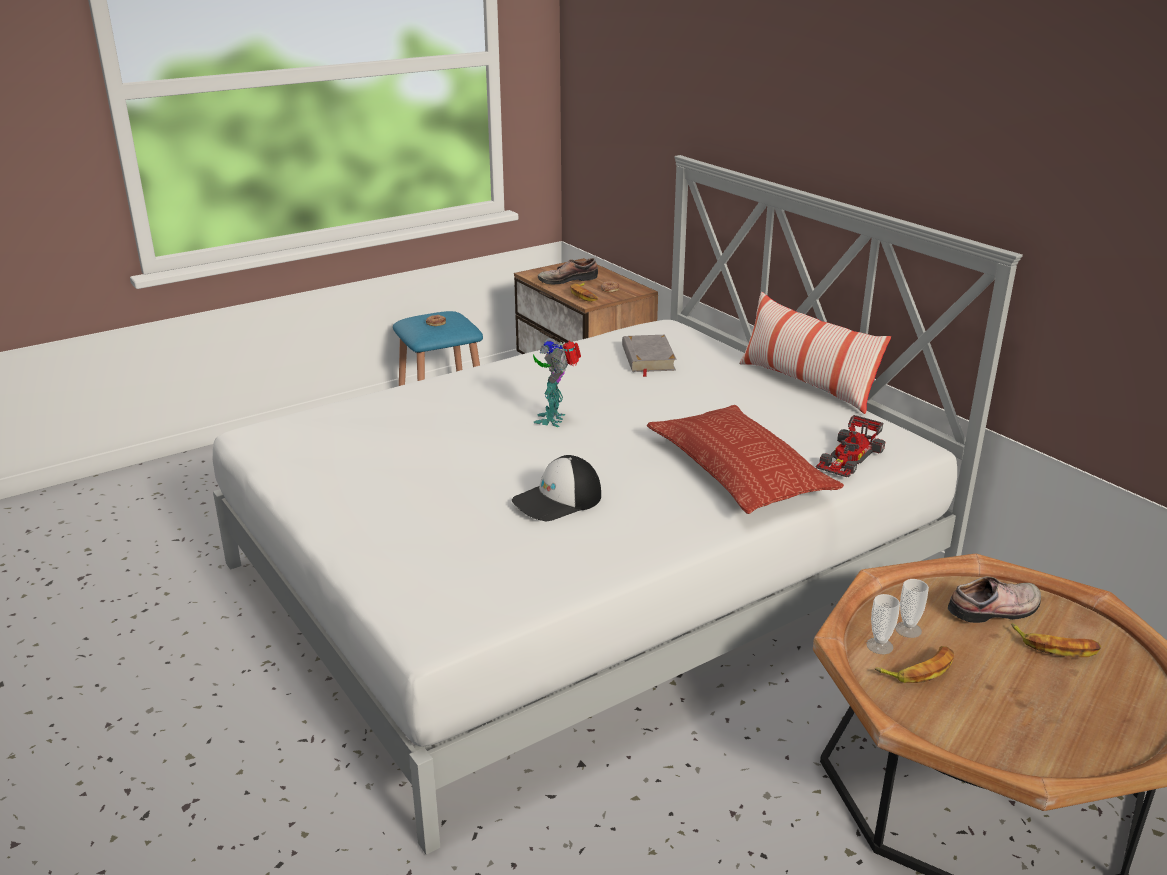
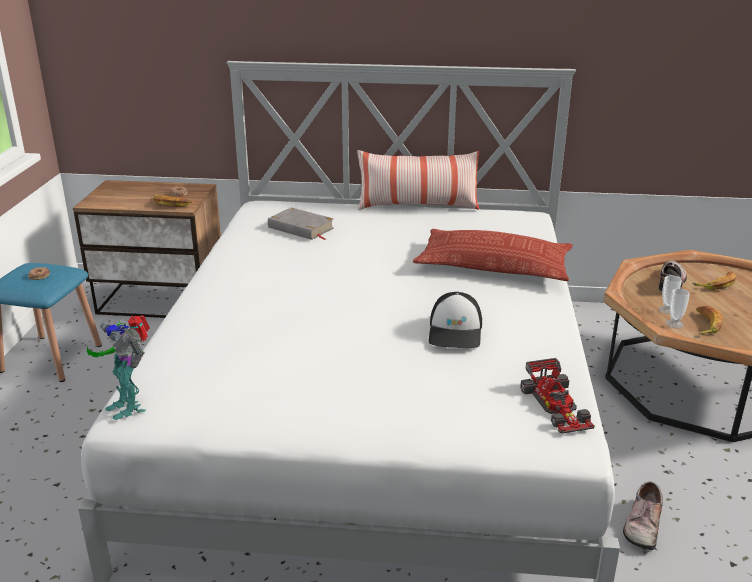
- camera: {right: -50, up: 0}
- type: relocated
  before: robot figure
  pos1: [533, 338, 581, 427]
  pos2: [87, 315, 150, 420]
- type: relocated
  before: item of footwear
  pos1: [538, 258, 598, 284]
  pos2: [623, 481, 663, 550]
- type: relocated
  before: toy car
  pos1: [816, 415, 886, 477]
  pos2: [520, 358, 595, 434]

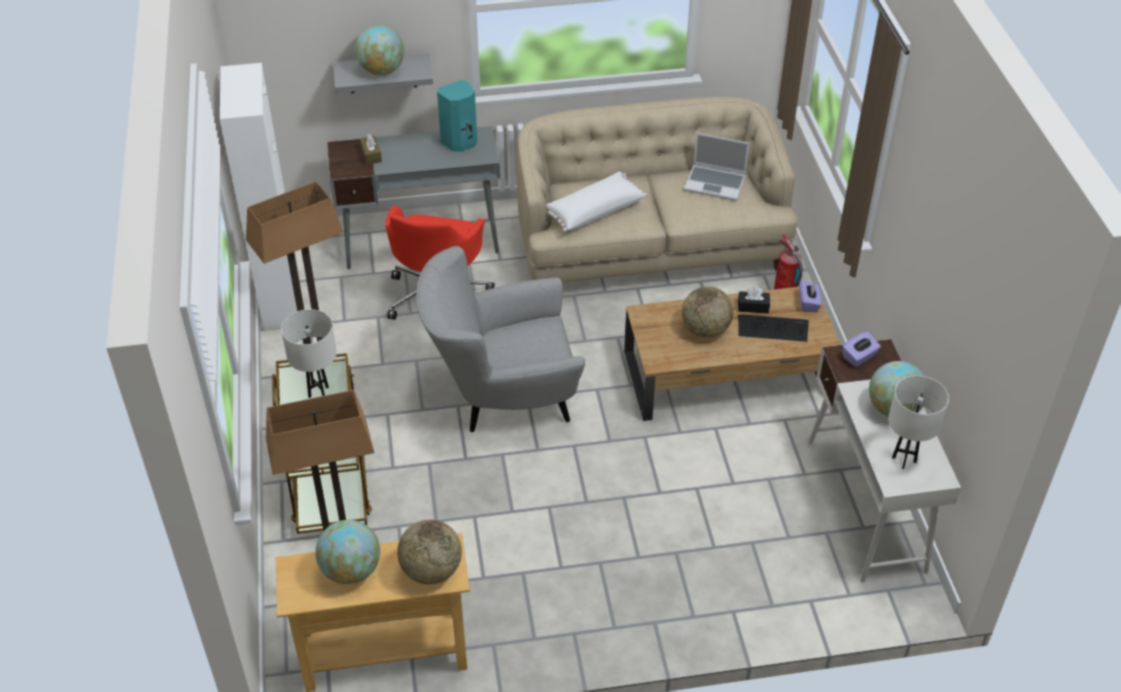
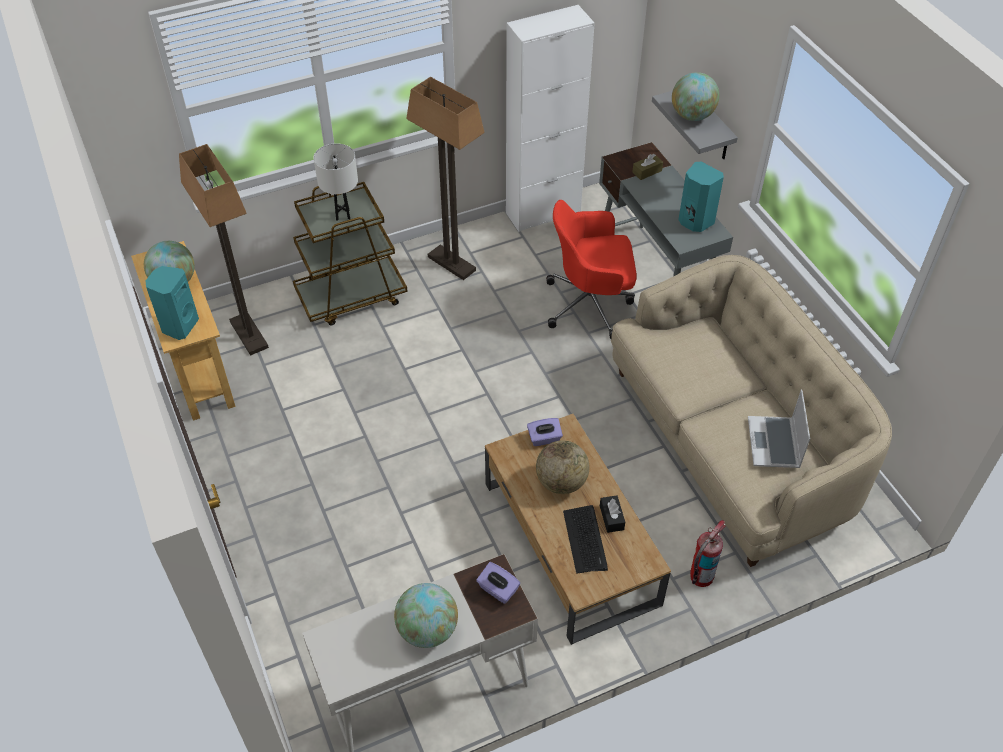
- camera: {right: 75, up: 5}
- type: exchanged
  before: globe
  after: speaker (turquoise)
  pos1: [397, 520, 462, 585]
  pos2: [146, 266, 199, 340]
- type: missing
  before: armchair (greyish)
  pos1: [416, 246, 585, 432]
- type: missing
  before: pillow (white)
  pos1: [547, 172, 647, 232]
- type: relocated
  before: box of tissues (purple-coloured)
  pos1: [799, 281, 822, 312]
  pos2: [527, 418, 563, 446]
- type: missing
  before: lamp for a table (white)
  pos1: [888, 376, 949, 469]

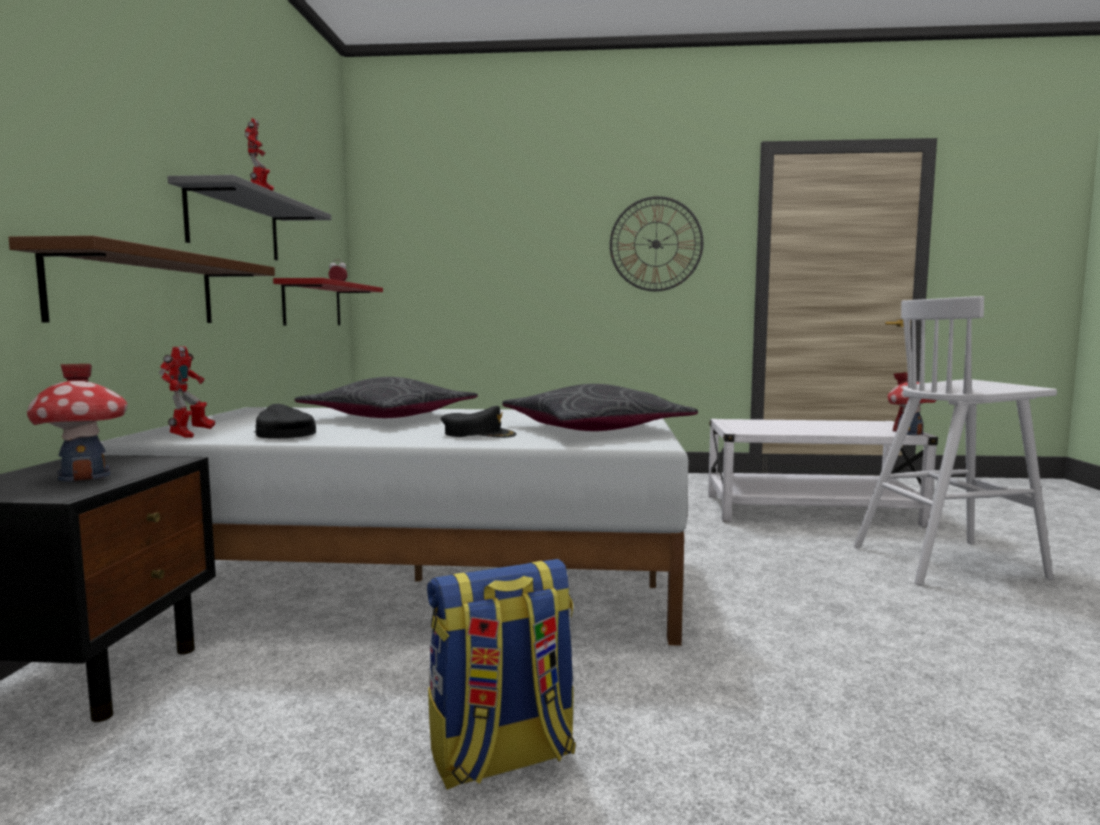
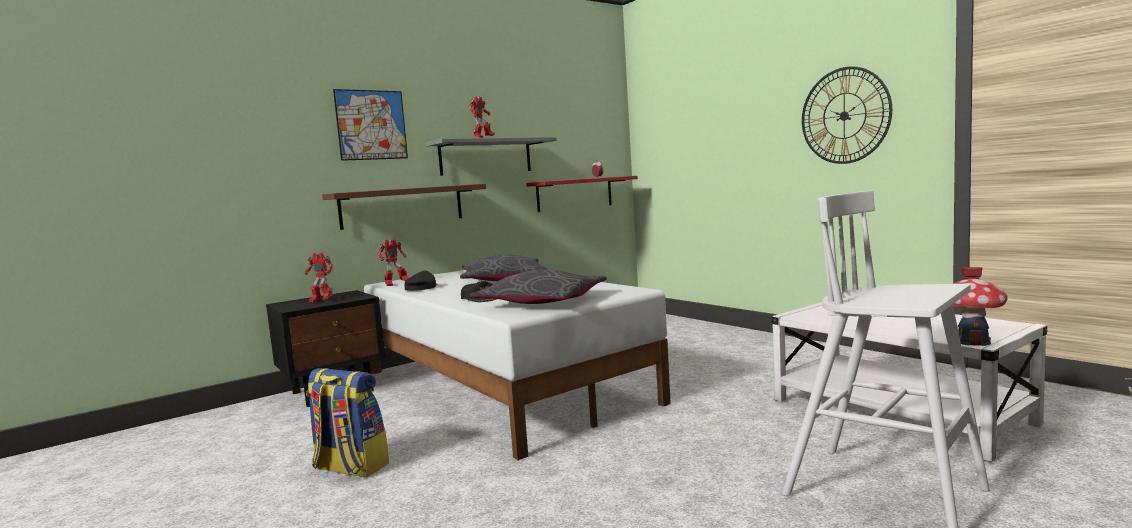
- camera: {right: 50, up: 0}
- type: exchanged
  before: toy house
  after: robot figure
  pos1: [27, 364, 127, 481]
  pos2: [305, 252, 333, 303]
- type: appeared
  after: wall art
  pos2: [333, 89, 408, 161]

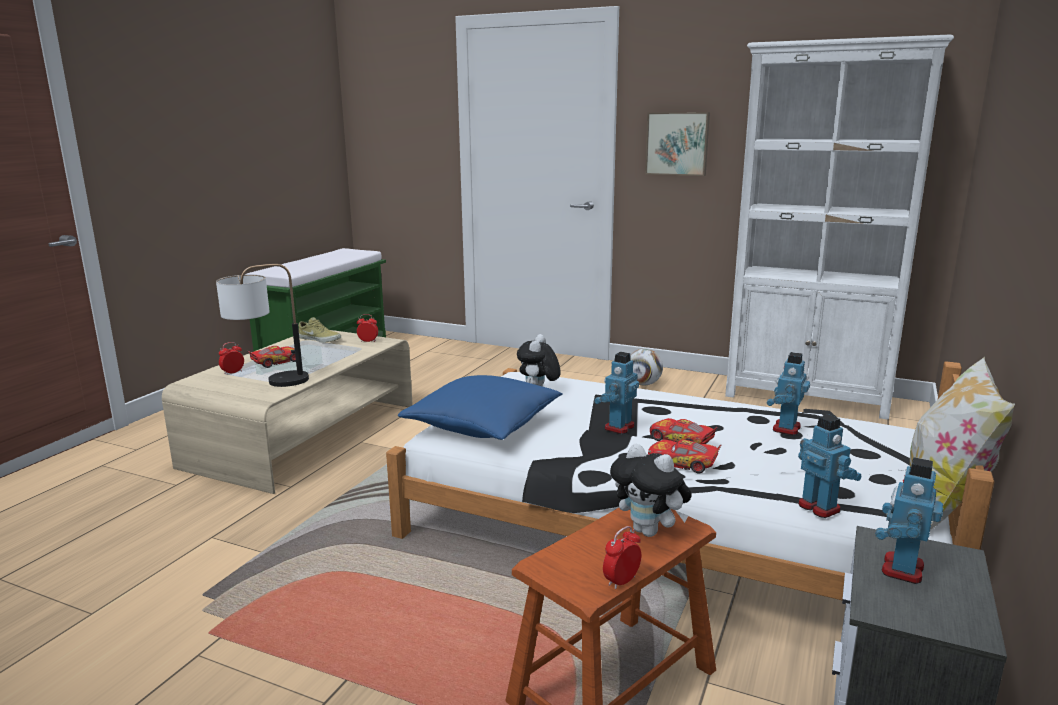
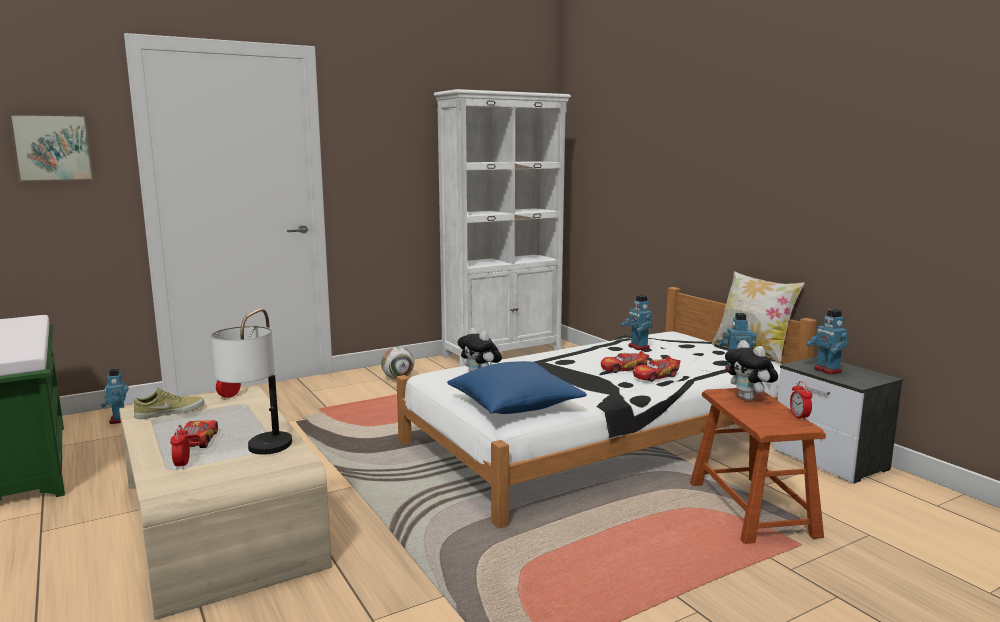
- camera: {right: -55, up: -5}
- type: relocated
  before: robot figure
  pos1: [594, 352, 639, 434]
  pos2: [101, 369, 129, 424]
- type: spun
  before: plush toy
  pos1: [610, 444, 692, 537]
  pos2: [725, 340, 778, 401]
  turn: 75
- type: relocated
  before: wall art
  pos1: [645, 112, 710, 176]
  pos2: [9, 114, 94, 182]

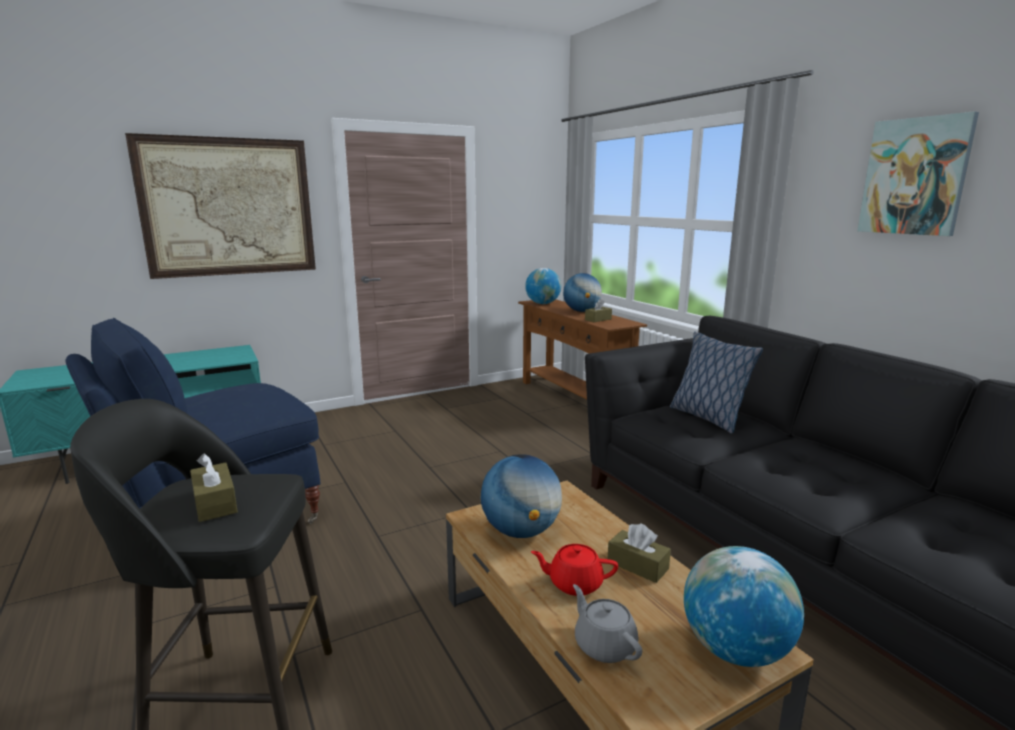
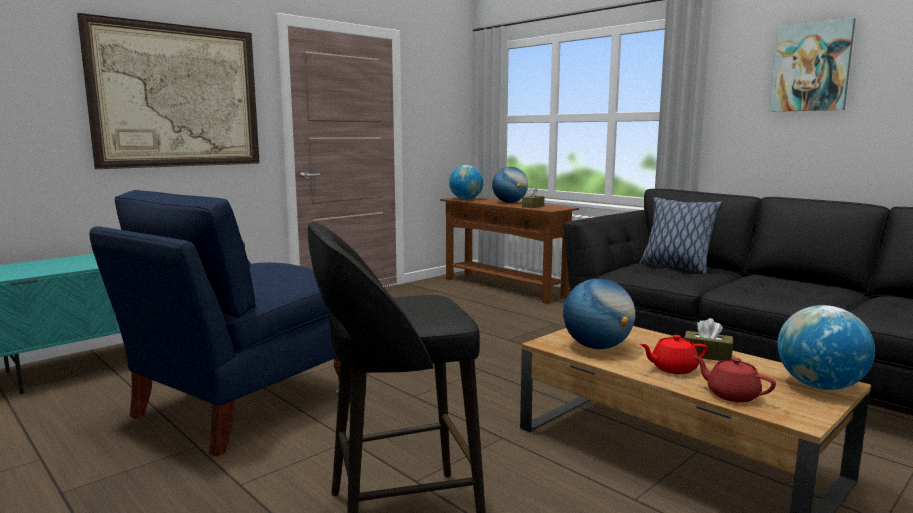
- camera: {right: -15, up: -5}
- type: missing
  before: box of tissues (brownish)
  pos1: [190, 453, 238, 522]
- type: colour
  before: tea pot (greyish)
  after: tea pot (reddish)
  pos1: [573, 584, 642, 663]
  pos2: [694, 356, 776, 402]

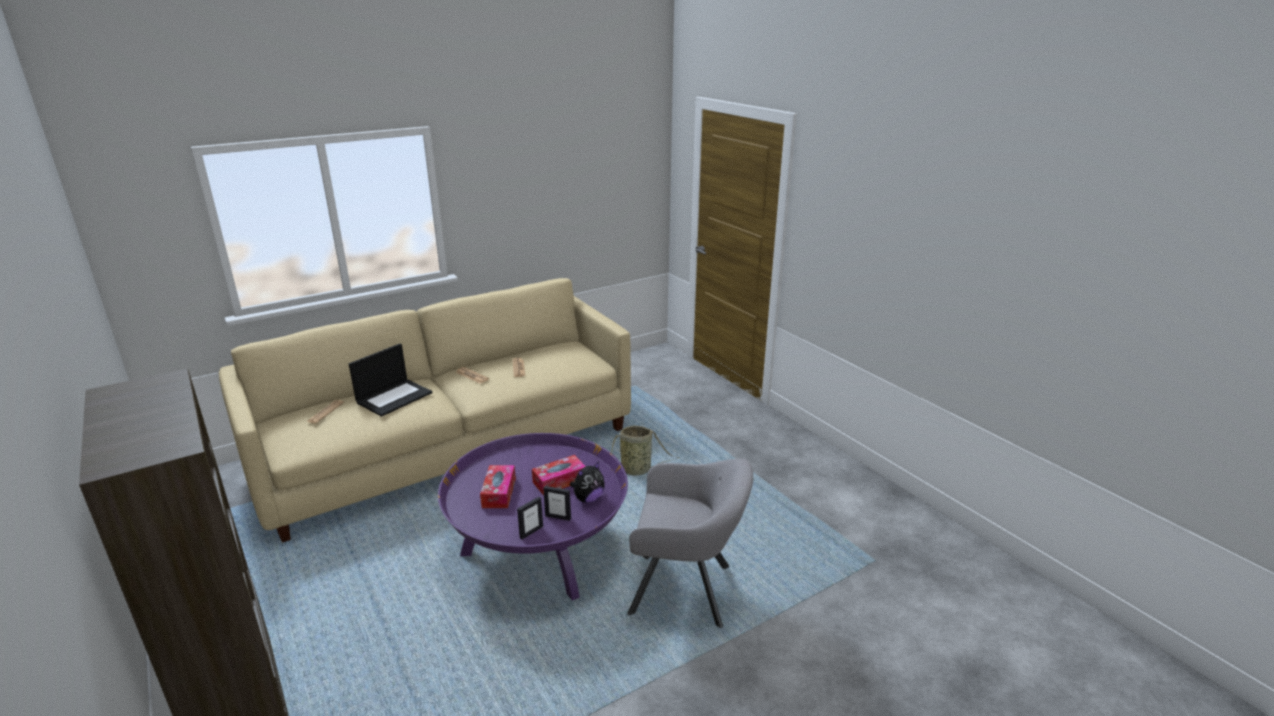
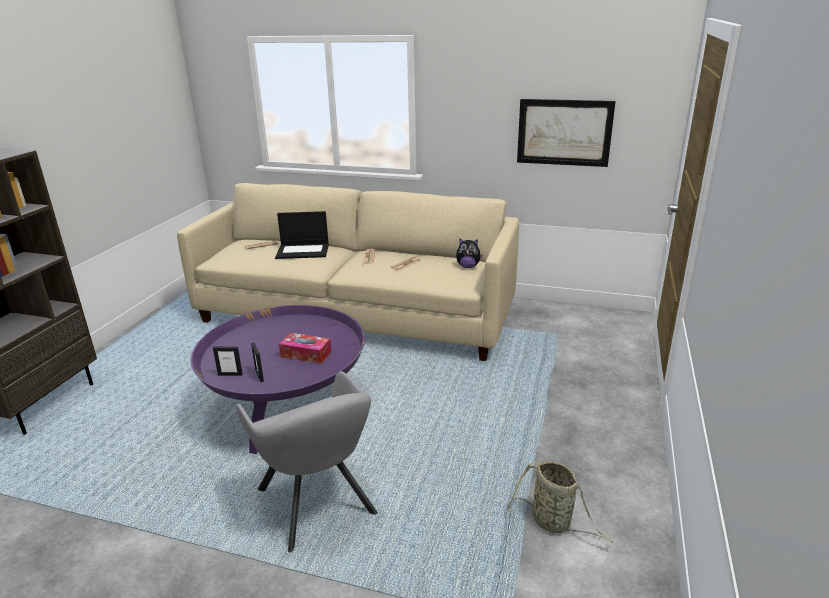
- camera: {right: 50, up: 0}
- type: missing
  before: box of tissues
  pos1: [480, 465, 516, 508]
- type: relocated
  before: plush toy
  pos1: [570, 462, 605, 503]
  pos2: [456, 238, 483, 268]
- type: relocated
  before: household basket
  pos1: [611, 426, 680, 476]
  pos2: [507, 461, 613, 543]
- type: appeared
  after: wall art
  pos2: [517, 99, 616, 167]

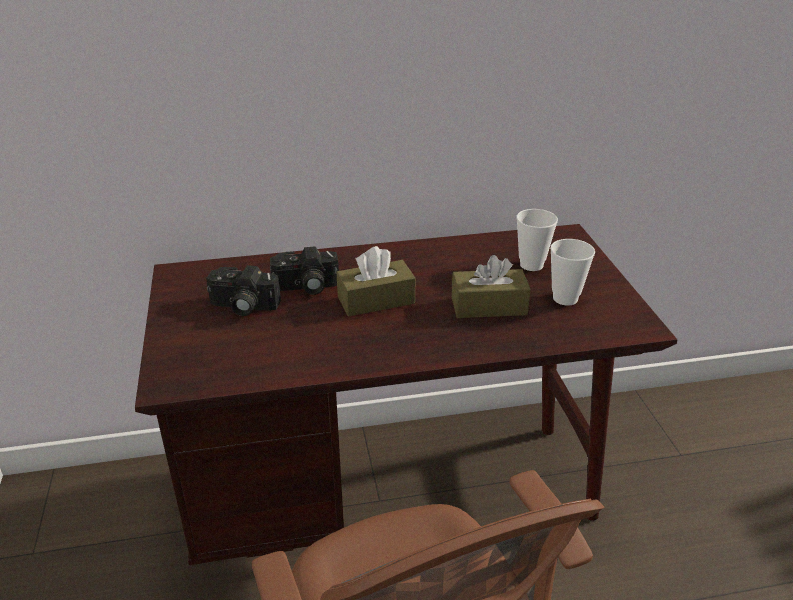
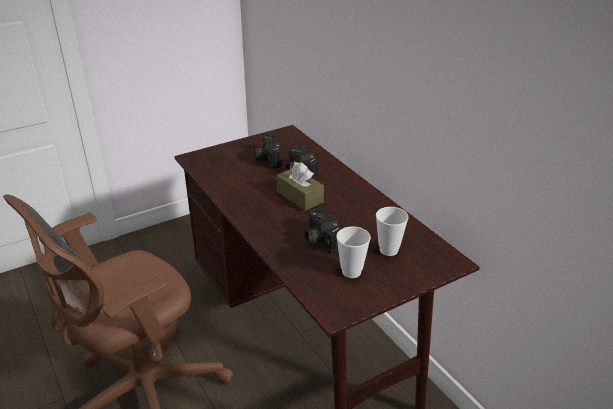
- camera: {right: 70, up: 0}
- type: exchanged
  before: box of tissues (brownish)
  after: photo camera
  pos1: [452, 255, 531, 318]
  pos2: [305, 207, 341, 254]

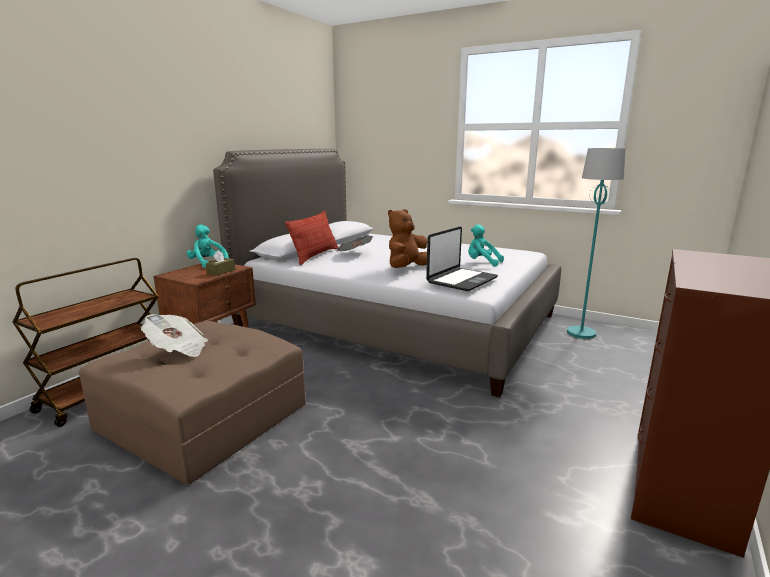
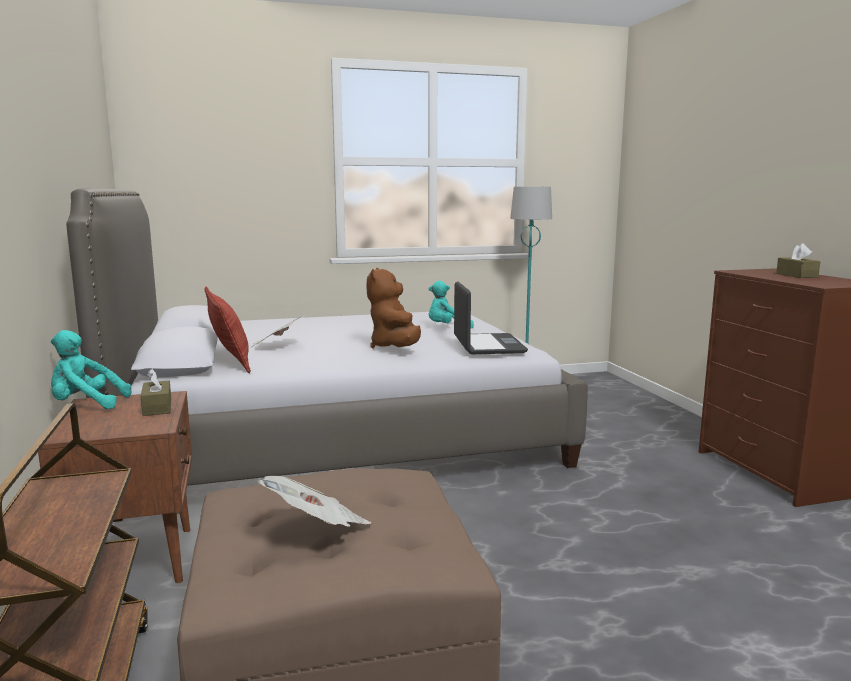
- camera: {right: -45, up: -5}
- type: appeared
  after: box of tissues (brownish)
  pos2: [776, 243, 820, 278]

